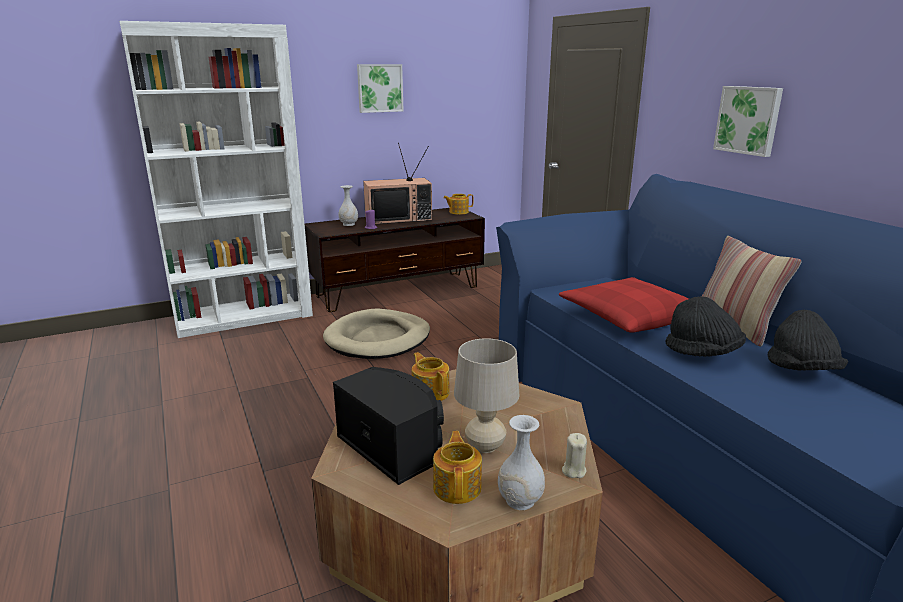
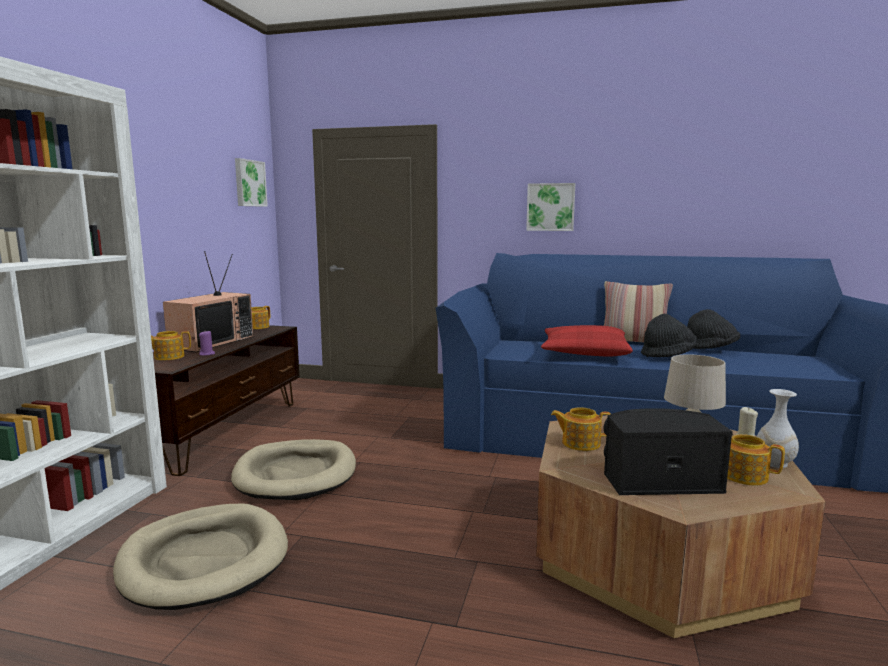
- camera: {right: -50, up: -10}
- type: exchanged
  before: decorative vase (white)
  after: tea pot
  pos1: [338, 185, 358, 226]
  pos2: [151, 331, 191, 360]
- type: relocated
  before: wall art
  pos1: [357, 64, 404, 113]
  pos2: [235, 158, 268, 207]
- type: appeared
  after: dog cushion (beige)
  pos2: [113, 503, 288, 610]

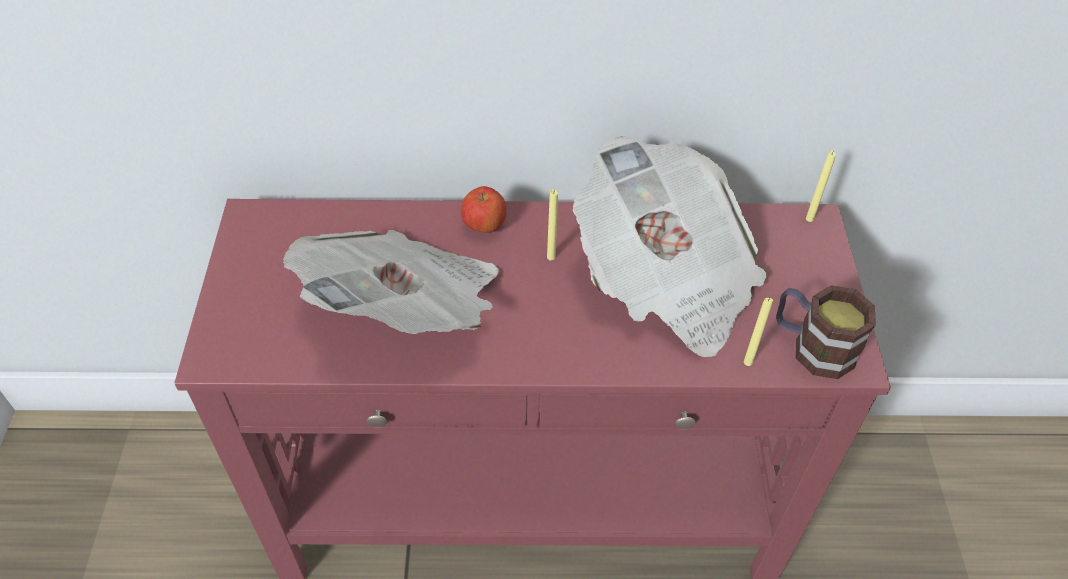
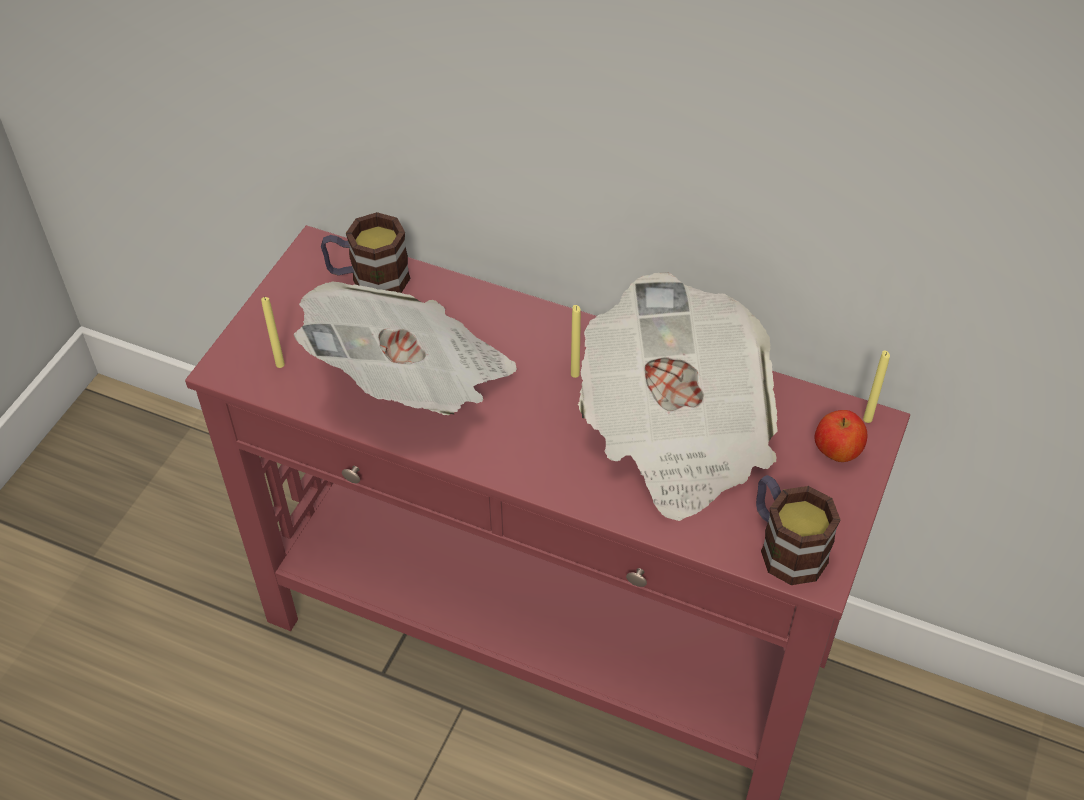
- camera: {right: 25, up: 0}
- type: relocated
  before: apple fruit
  pos1: [461, 186, 506, 233]
  pos2: [814, 410, 868, 462]
- type: relocated
  before: wax candle (yellow-coloured)
  pos1: [744, 298, 773, 366]
  pos2: [261, 296, 285, 368]
- type: appeared
  after: mug
  pos2: [321, 212, 410, 293]

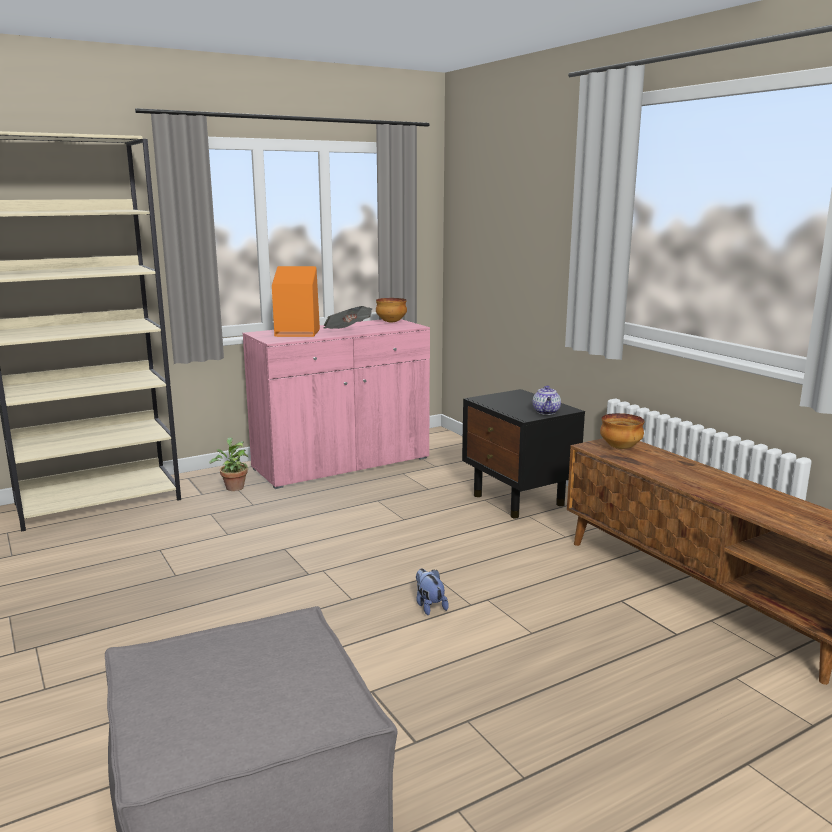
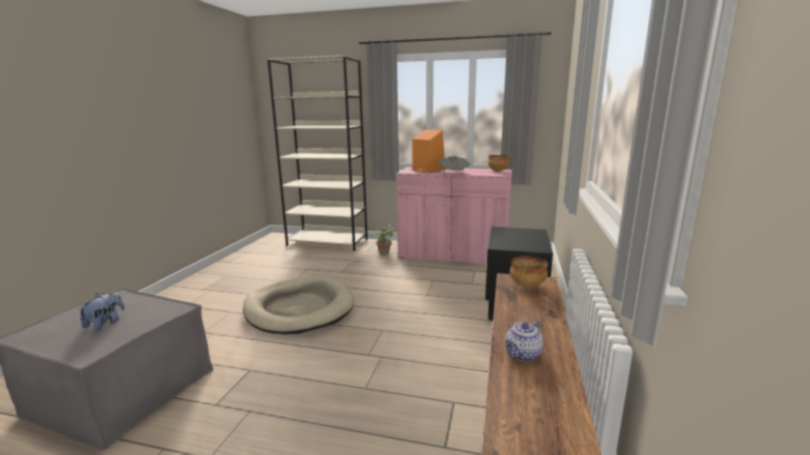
- camera: {right: 45, up: 0}
- type: relocated
  before: plush toy
  pos1: [416, 569, 449, 615]
  pos2: [78, 292, 124, 331]
- type: relocated
  before: tea pot
  pos1: [532, 386, 561, 415]
  pos2: [505, 320, 543, 361]
- type: appeared
  after: dog cushion (beige)
  pos2: [243, 276, 355, 334]

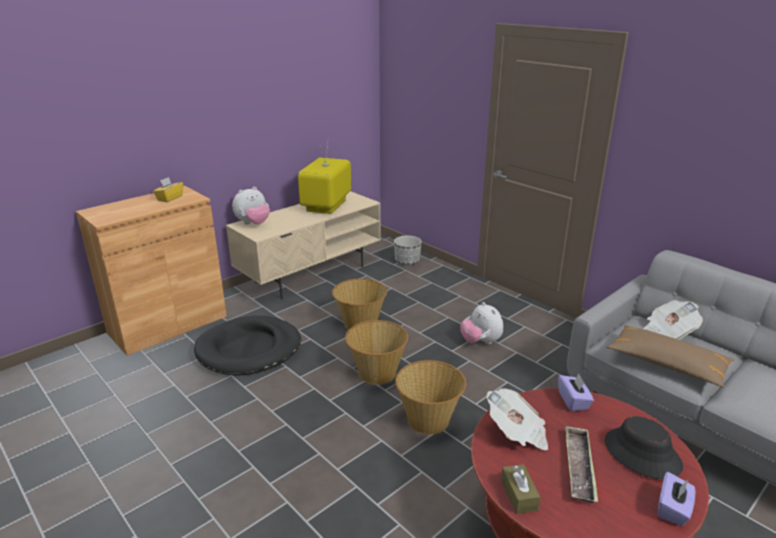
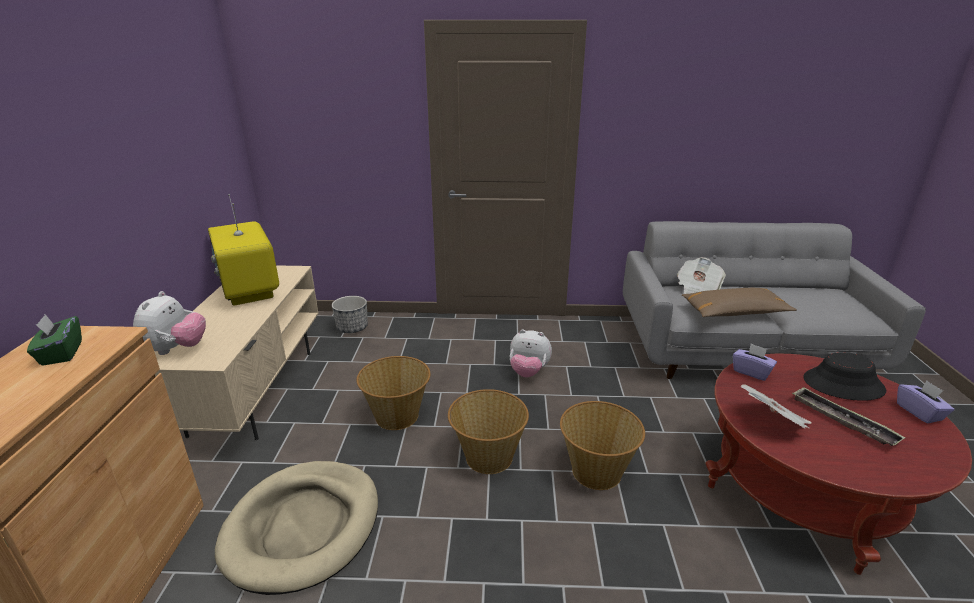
- camera: {right: -45, up: 0}
- type: colour
  before: box of tissues (yellow-coloured)
  after: box of tissues (green)
  pos1: [153, 177, 183, 202]
  pos2: [27, 314, 82, 366]
- type: colour
  before: dog cushion (black-coloured)
  after: dog cushion (beige)
  pos1: [194, 316, 301, 376]
  pos2: [215, 461, 378, 595]
- type: missing
  before: box of tissues (brownish)
  pos1: [501, 464, 540, 514]

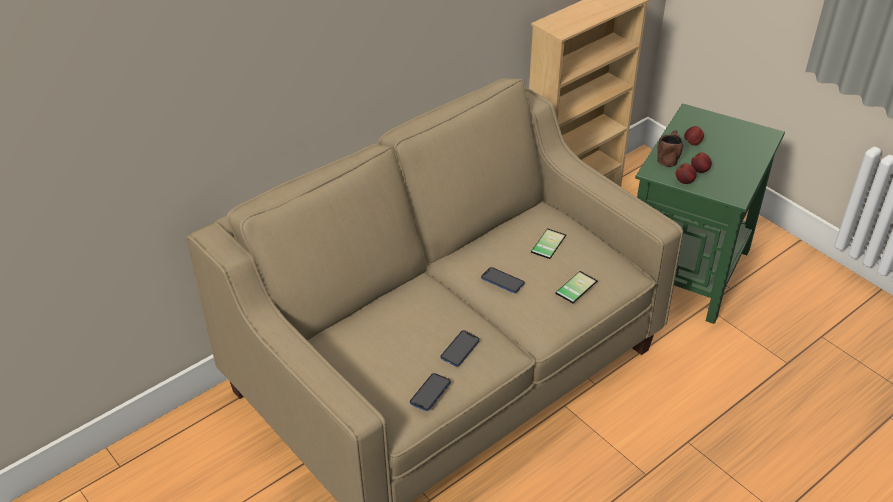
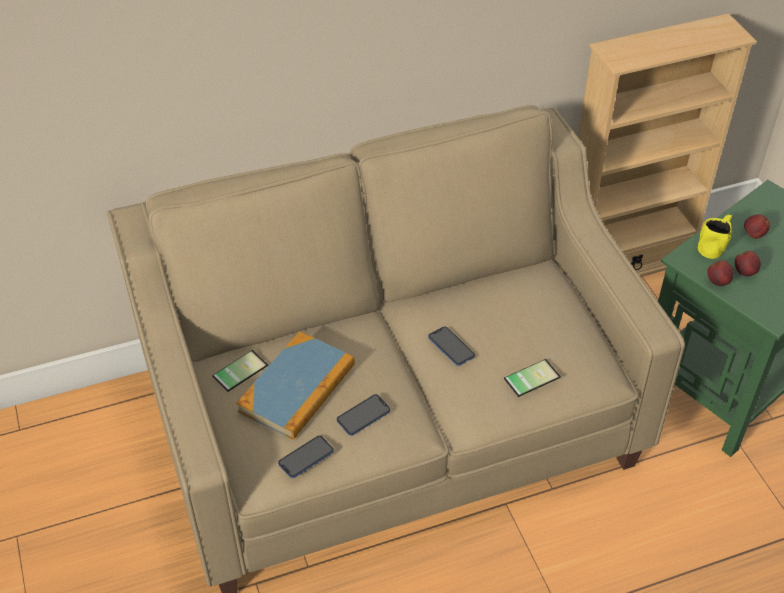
- camera: {right: 20, up: 5}
- type: relocated
  before: phone
  pos1: [531, 228, 566, 259]
  pos2: [212, 350, 268, 392]
- type: colour
  before: mug (brownish)
  after: mug (yellow-coloured)
  pos1: [657, 130, 683, 167]
  pos2: [698, 215, 732, 259]
- type: appeared
  after: book
  pos2: [237, 331, 355, 440]

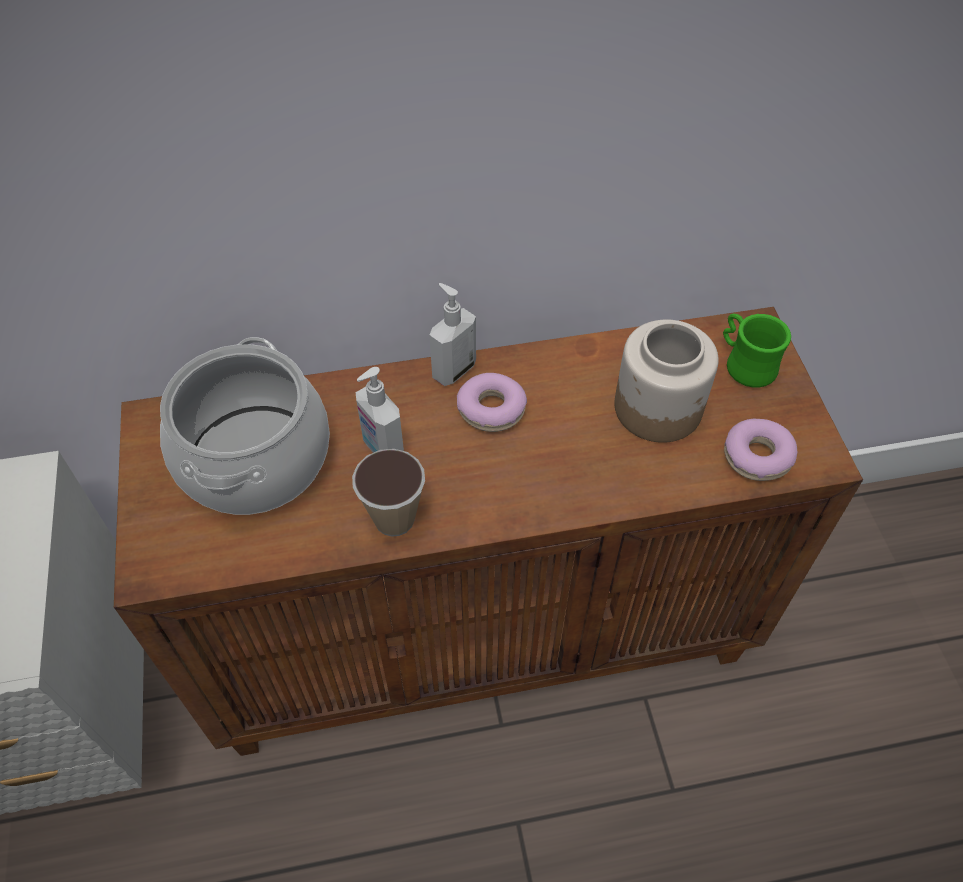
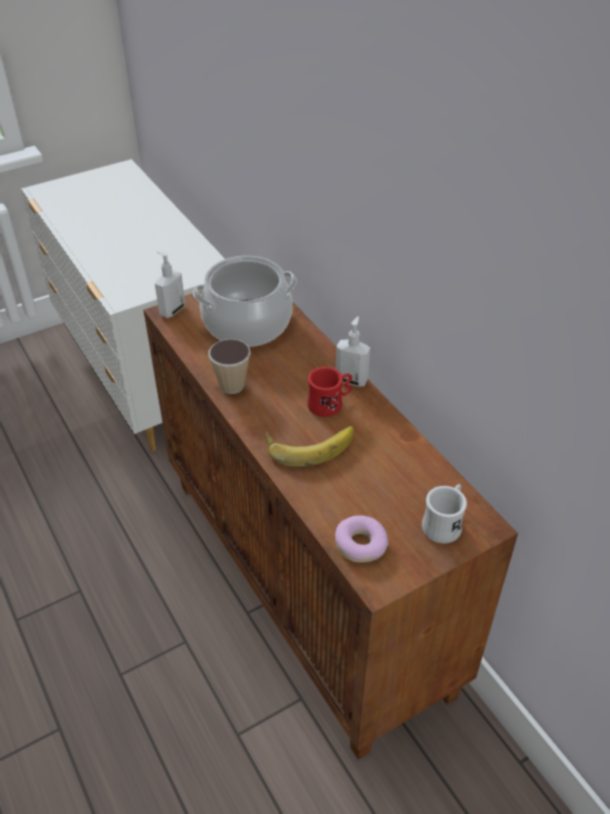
- camera: {right: 70, up: -10}
- type: relocated
  before: soap dispenser
  pos1: [356, 367, 404, 453]
  pos2: [155, 251, 185, 318]
- type: exchanged
  before: donut
  after: mug (reddish)
  pos1: [457, 373, 527, 432]
  pos2: [307, 367, 352, 417]
- type: missing
  before: preserve jar
  pos1: [614, 319, 719, 443]
- type: colour
  before: mug (green)
  after: mug (white)
  pos1: [723, 314, 791, 387]
  pos2: [422, 484, 467, 543]
- type: appeared
  after: banana
  pos2: [265, 426, 354, 467]

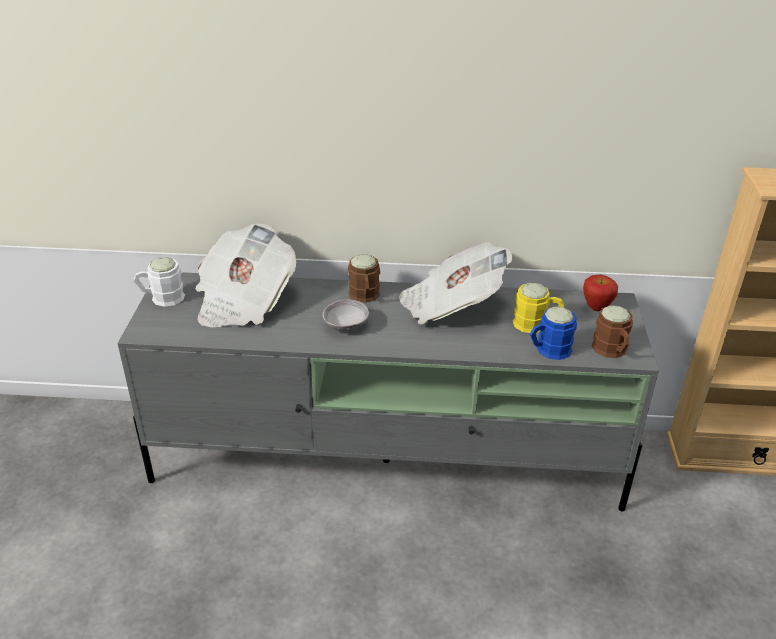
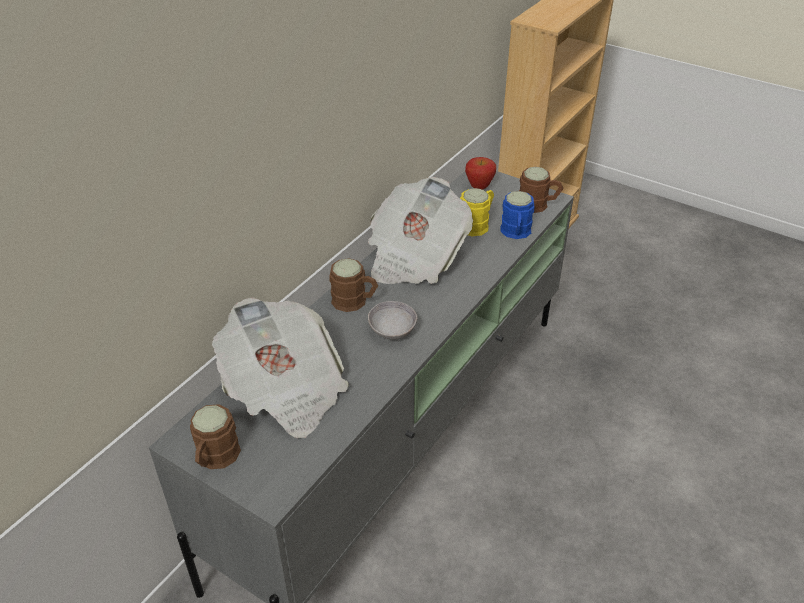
- camera: {right: -60, up: 5}
- type: colour
  before: mug (white)
  after: mug (brownish)
  pos1: [134, 257, 185, 307]
  pos2: [190, 404, 241, 469]

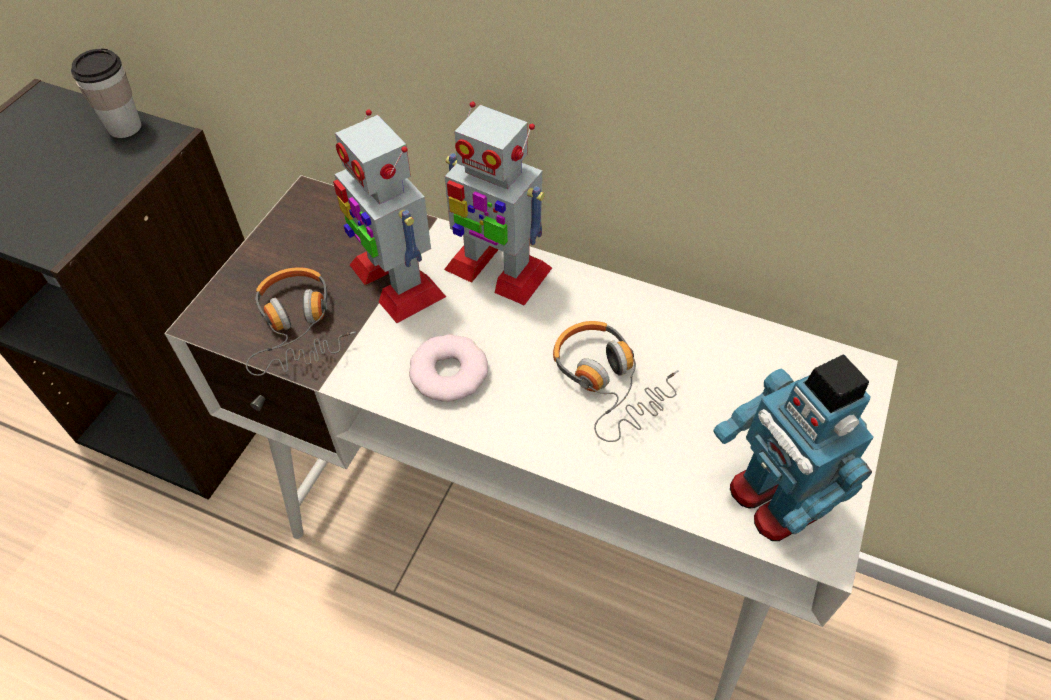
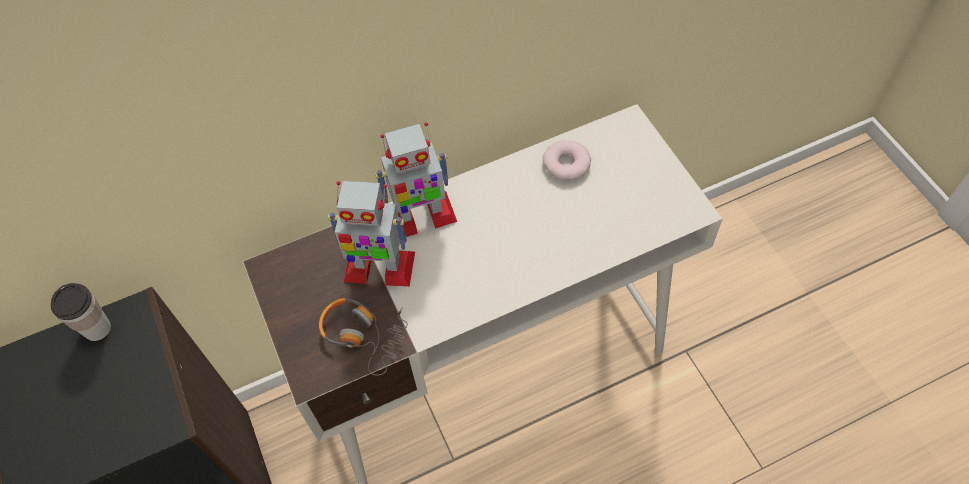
- camera: {right: -45, up: 5}
- type: relocated
  before: donut
  pos1: [409, 334, 488, 402]
  pos2: [543, 140, 591, 180]
- type: missing
  before: headphones
  pos1: [553, 321, 679, 442]
- type: missing
  before: robot figure
  pos1: [713, 354, 874, 541]

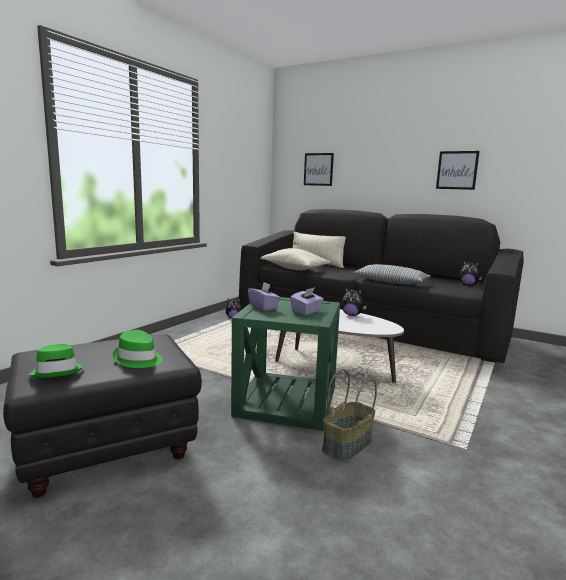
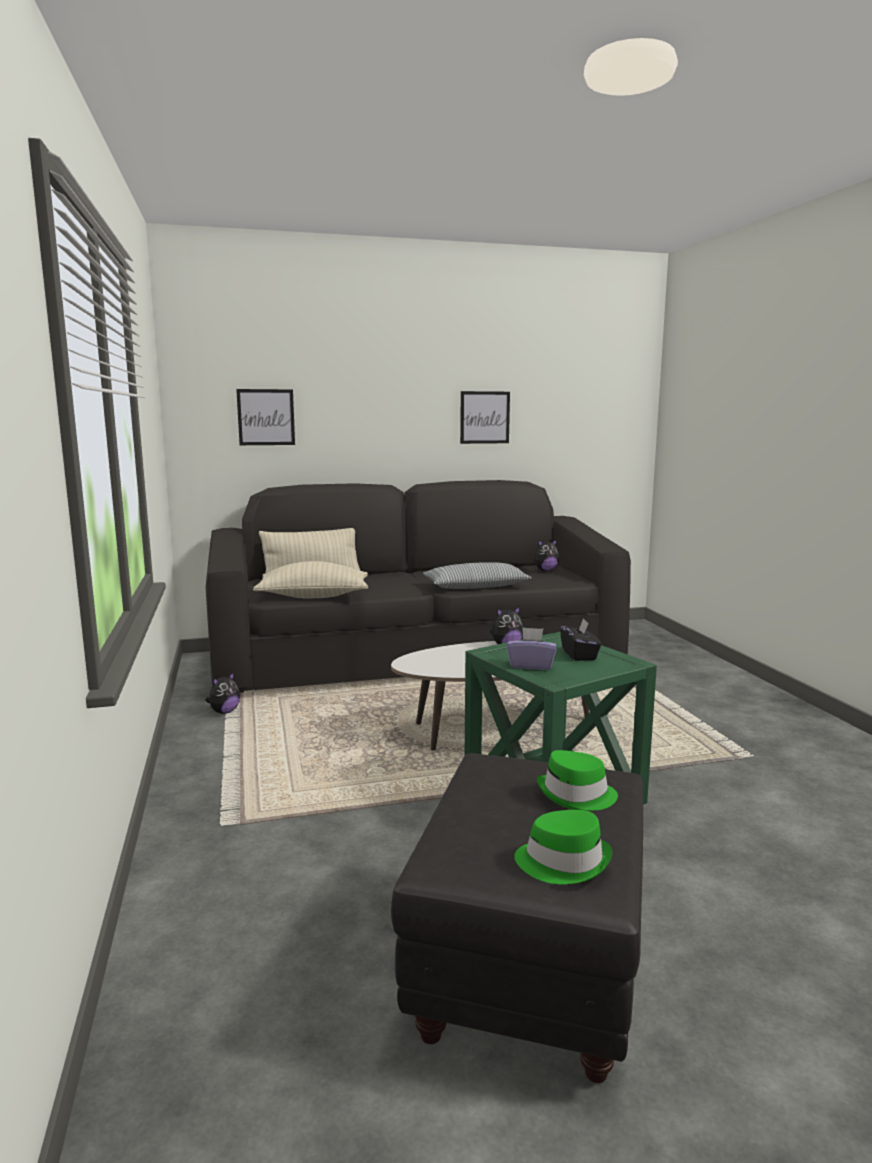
- camera: {right: -45, up: 0}
- type: colour
  before: box of tissues (purple-coloured)
  after: box of tissues (black-coloured)
  pos1: [290, 287, 324, 315]
  pos2: [560, 618, 602, 661]
- type: missing
  before: household basket
  pos1: [322, 369, 377, 462]

